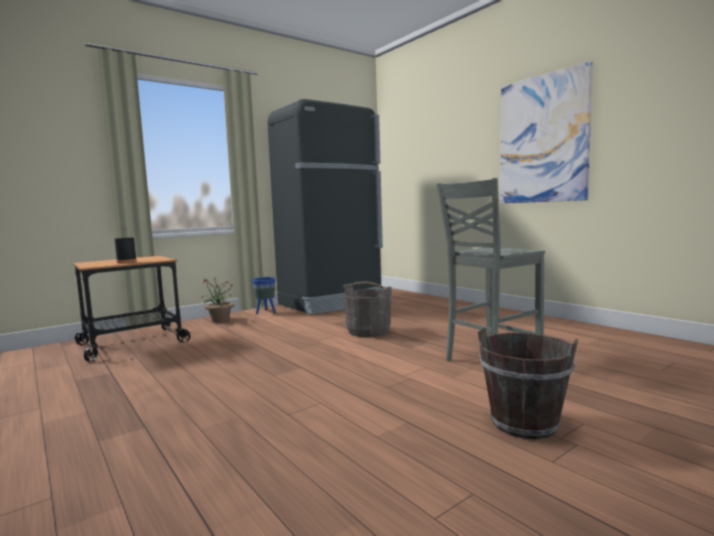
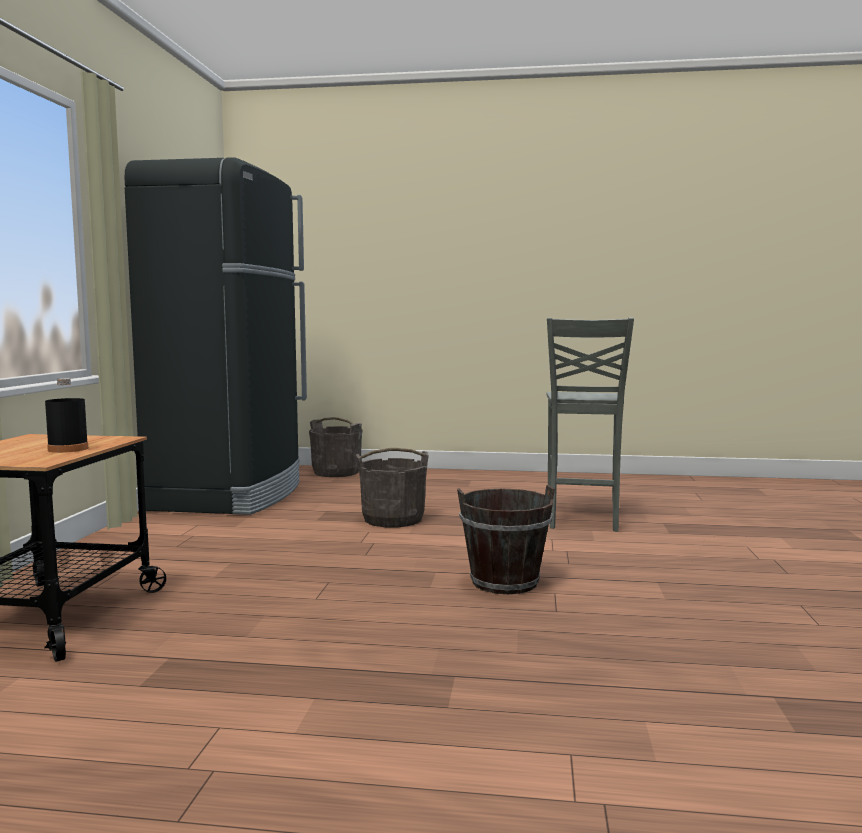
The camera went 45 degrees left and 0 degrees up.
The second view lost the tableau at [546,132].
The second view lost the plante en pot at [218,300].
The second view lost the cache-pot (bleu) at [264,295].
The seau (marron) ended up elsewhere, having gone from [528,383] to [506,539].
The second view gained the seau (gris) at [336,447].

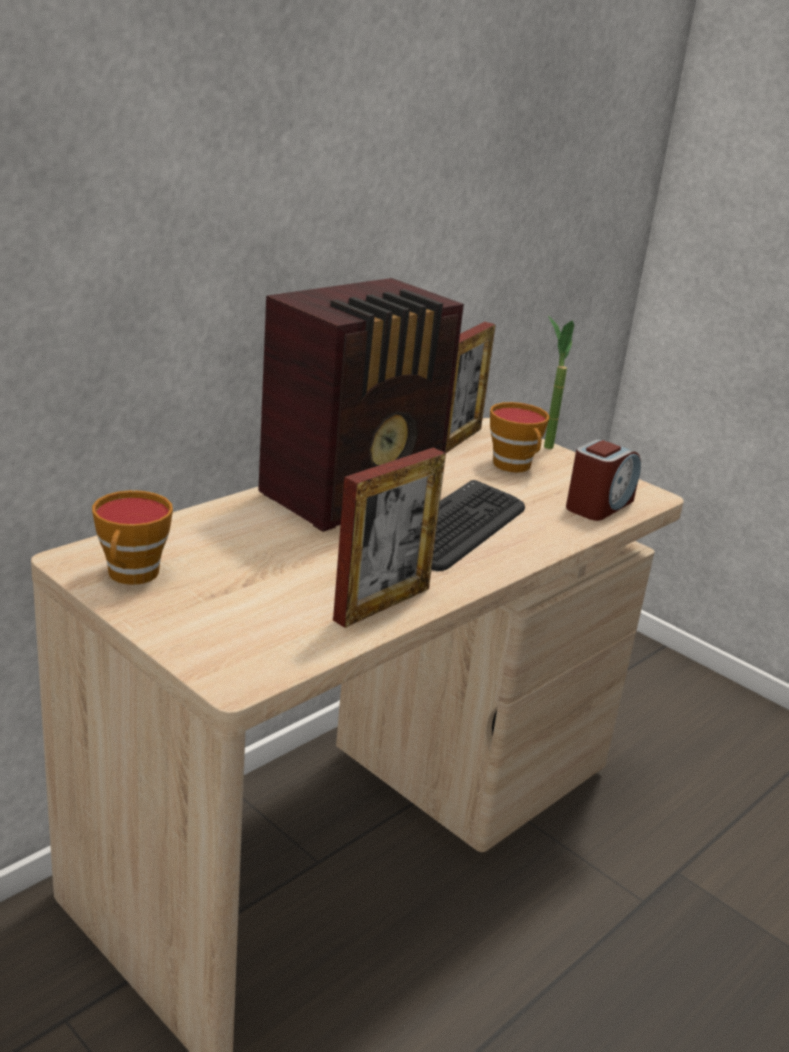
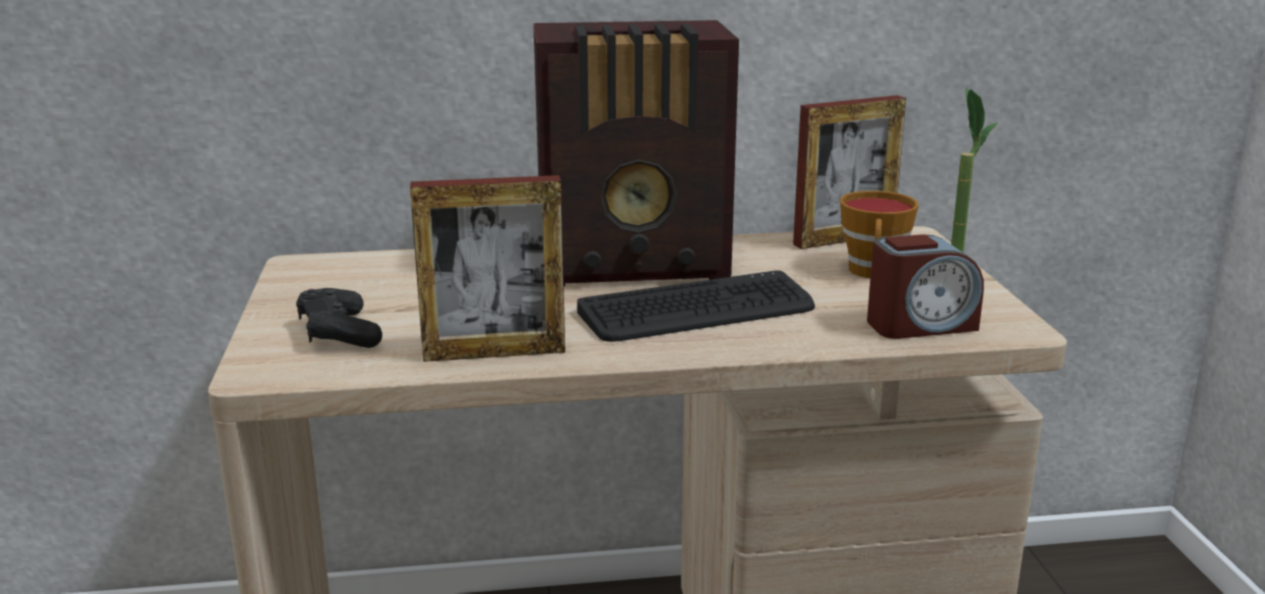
The camera went 40 degrees right and 5 degrees down.
The second view lost the tasse at [132,537].
The second view gained the manette (noir) at [339,318].

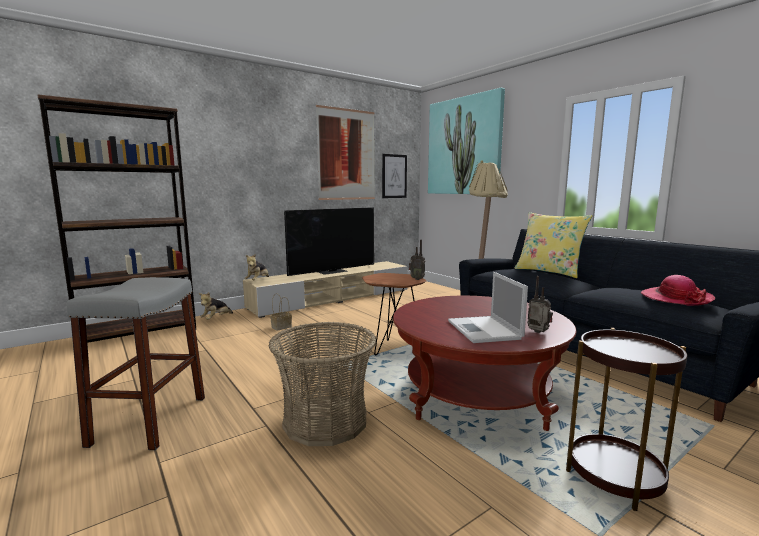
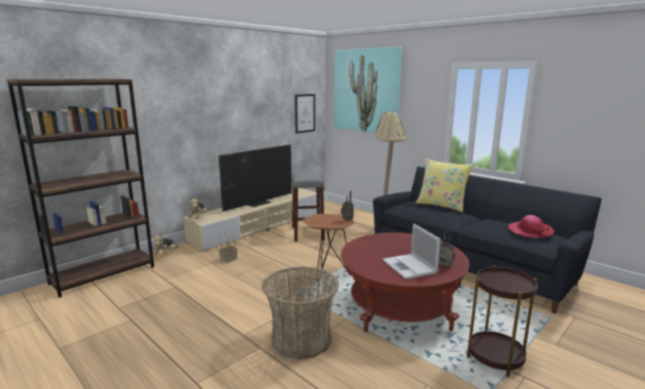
The camera went 10 degrees left and 5 degrees up.
The second view lost the tableau at [345,152].
The tabouret (gris) ended up elsewhere, having gone from [136,363] to [308,206].

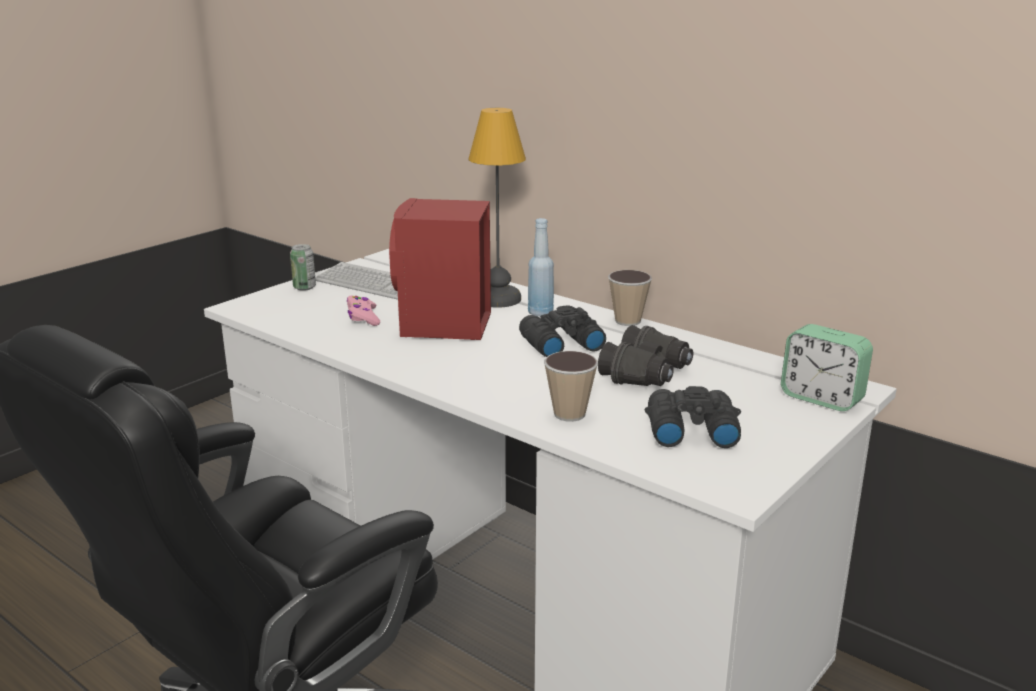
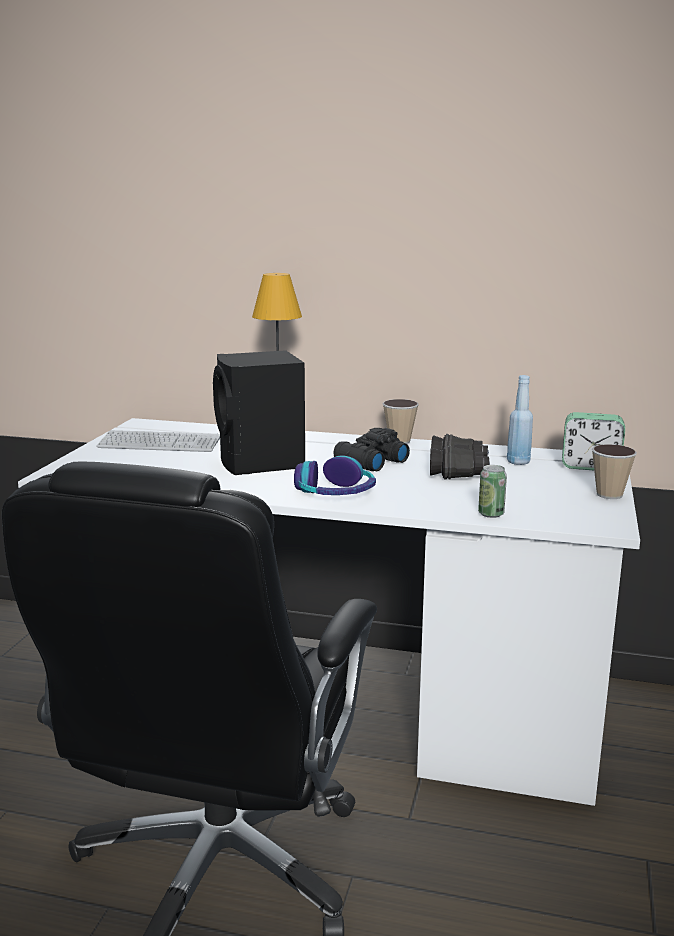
The camera went 25 degrees left and 5 degrees down.
What was the enceinte (rouge) at [440,269] turned into the enceinte (noir) at [259,412].
The bouteille (bleu) ended up elsewhere, having gone from [541,267] to [520,420].
The boîte métallique ended up elsewhere, having gone from [303,267] to [492,491].
The second view lost the manette (rose) at [363,311].
The tasse ended up elsewhere, having gone from [571,386] to [614,471].
The second view lost the jumelles (noir) at [693,417].
The second view gained the casque audio at [335,475].

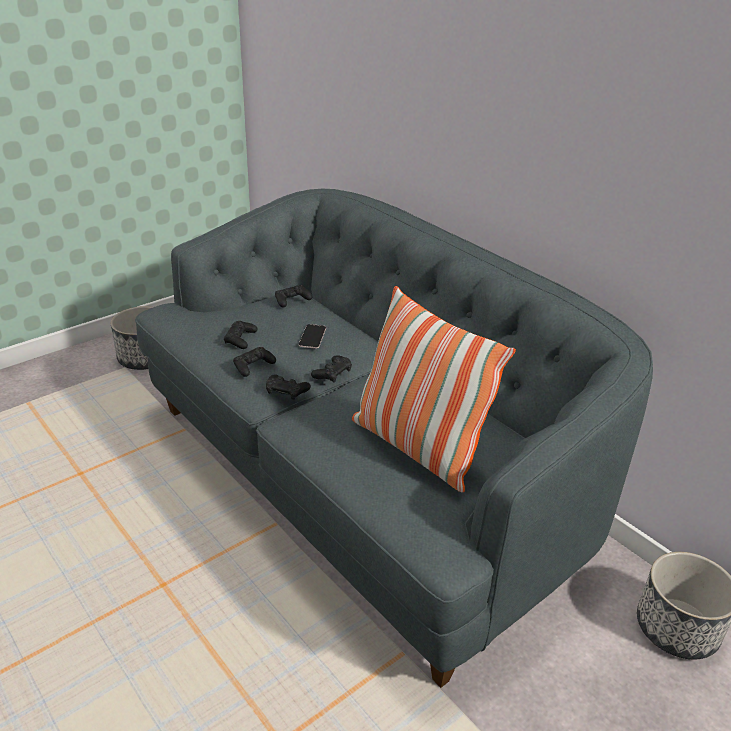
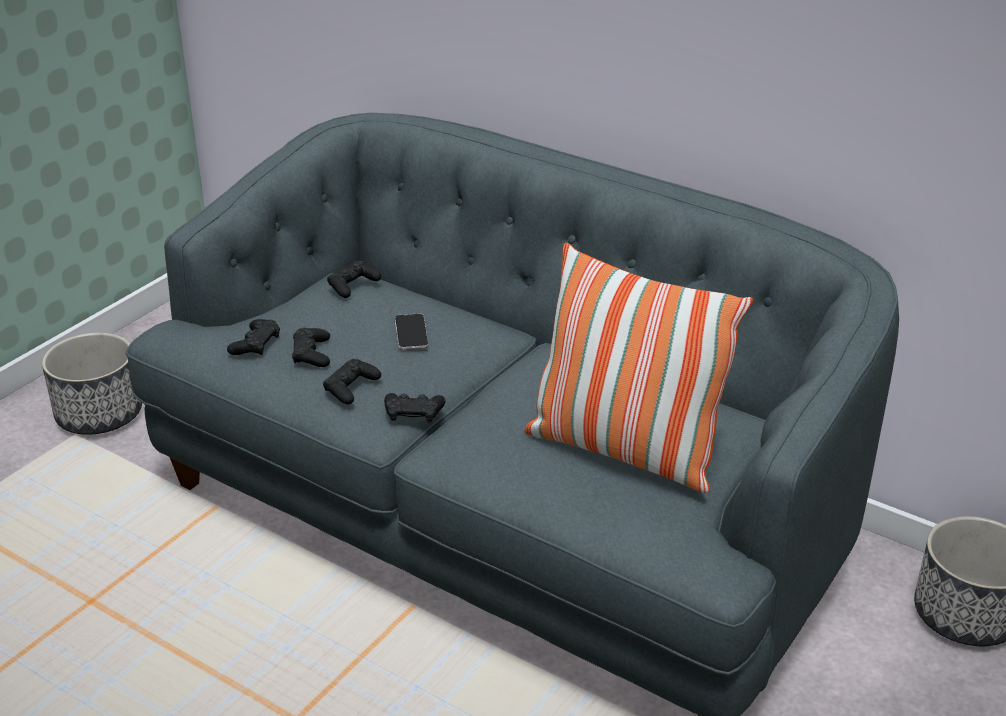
The camera went 15 degrees left and 0 degrees up.
The manette (noir) ended up elsewhere, having gone from [331,369] to [253,337].

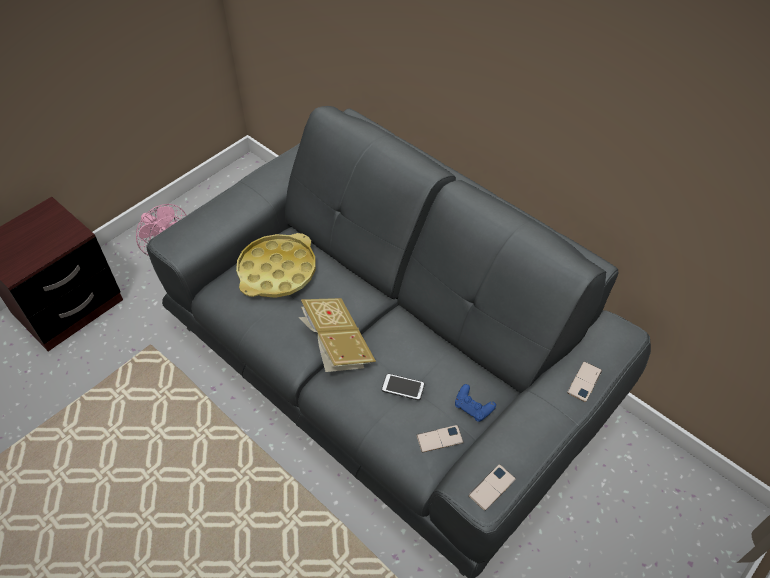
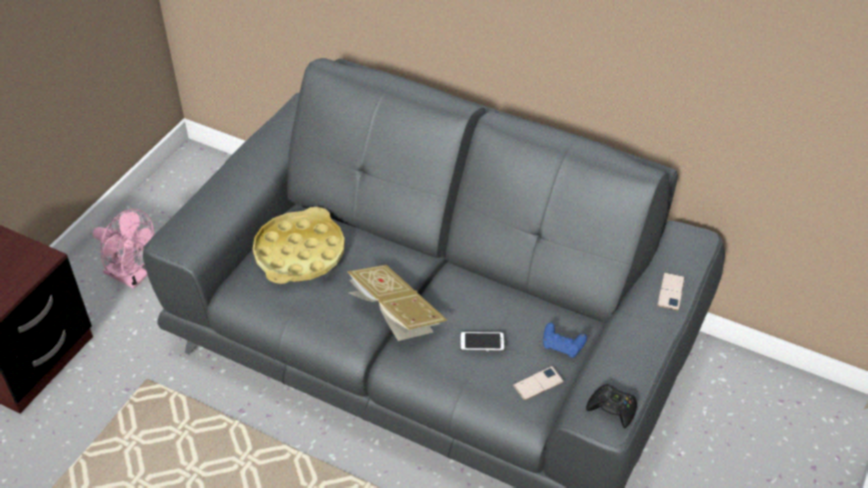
The camera went 15 degrees left and 5 degrees down.
Where the téléphone stood at [492,487], the manette (noir) came to stand at [611,406].

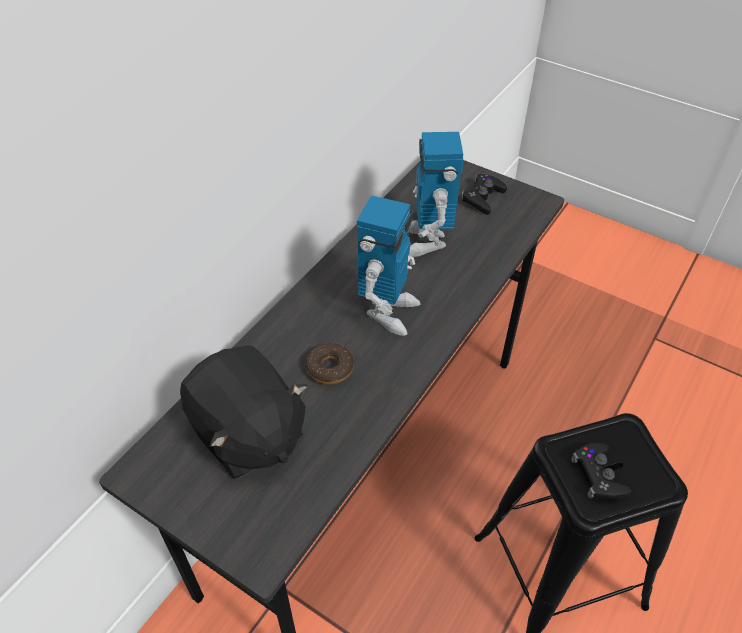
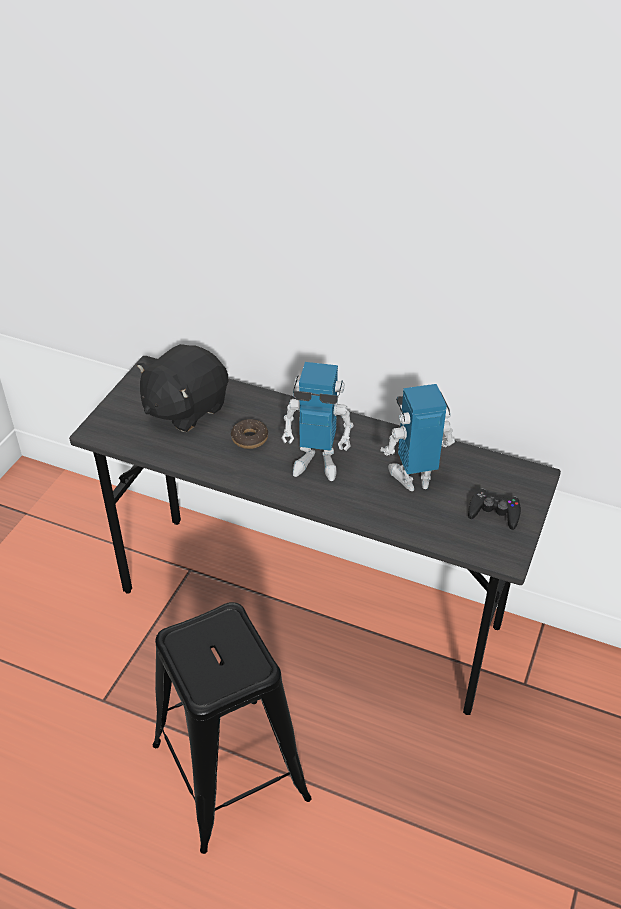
The camera went 80 degrees right and 5 degrees down.
The second view lost the manette (noir) at [601,470].

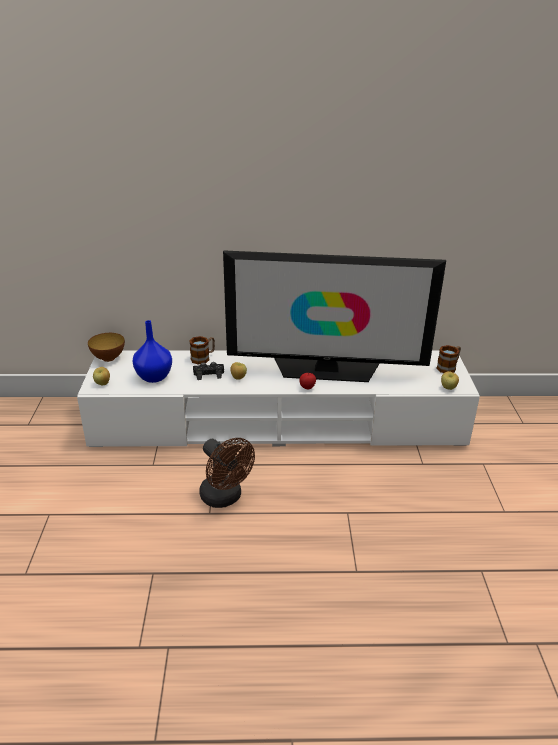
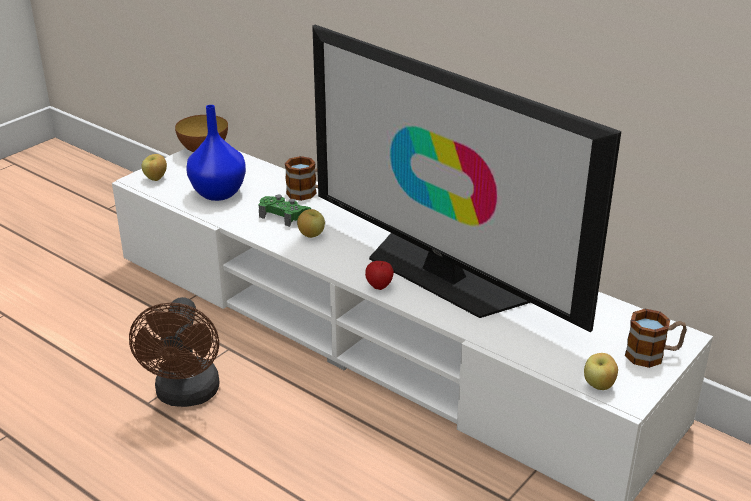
The camera went 40 degrees right and 0 degrees up.
What was the manette (noir) at [208,371] turned into the manette (vert) at [284,211].

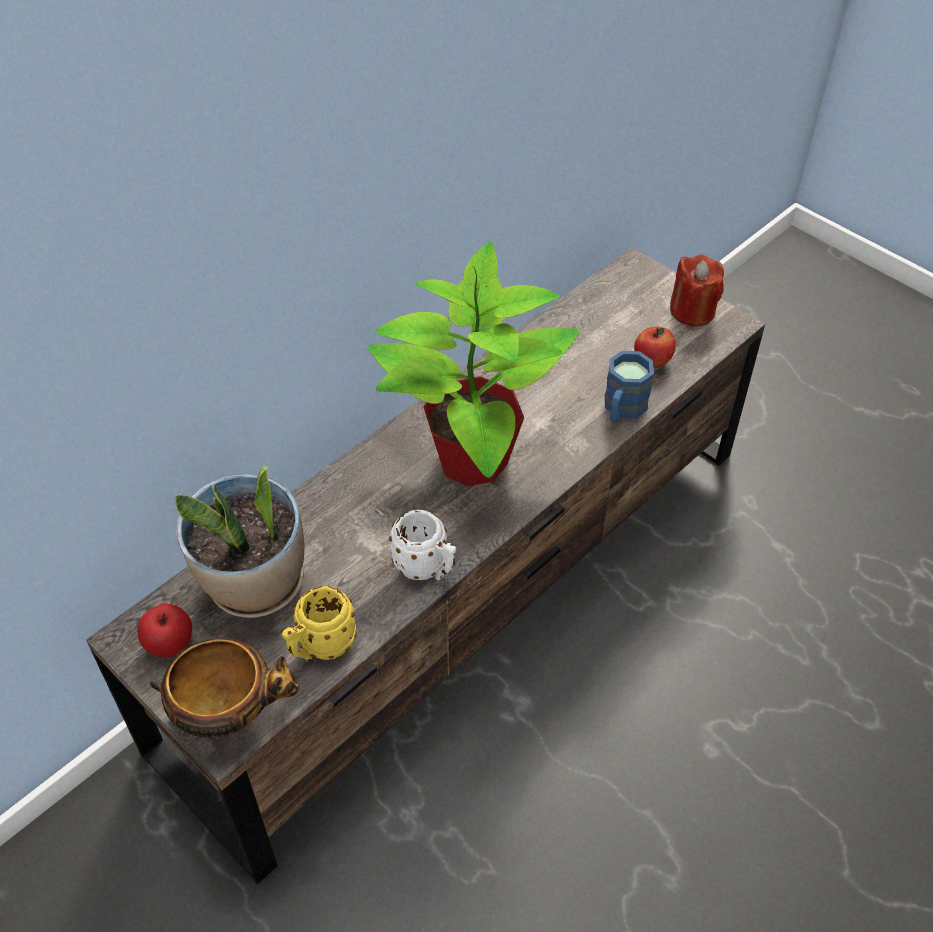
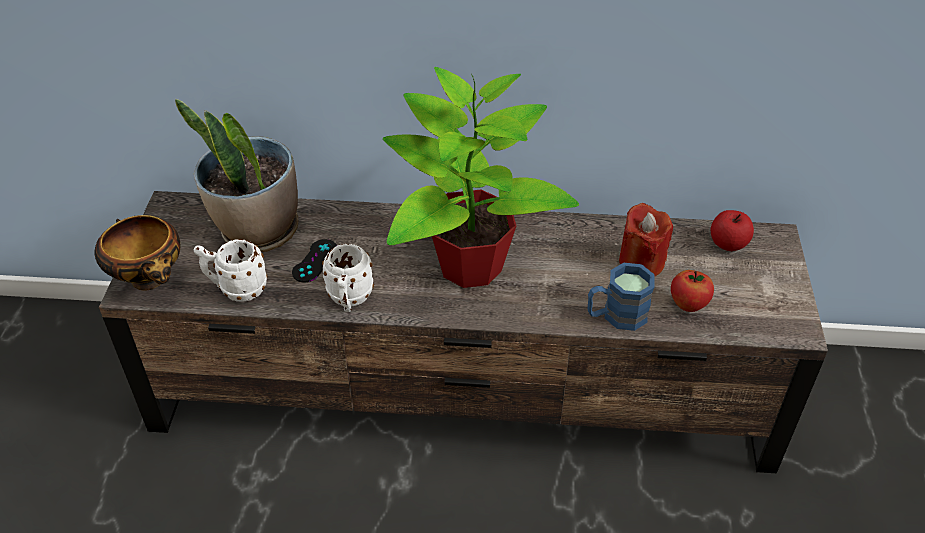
The camera went 50 degrees right and 5 degrees down.
The bougie (rouge) ended up elsewhere, having gone from [697,290] to [646,240].
What was the mug (jaune) at [319,624] turned into the mug (blanc) at [230,270].
The pomme ended up elsewhere, having gone from [165,630] to [732,230].
The second view gained the manette (noir) at [314,260].

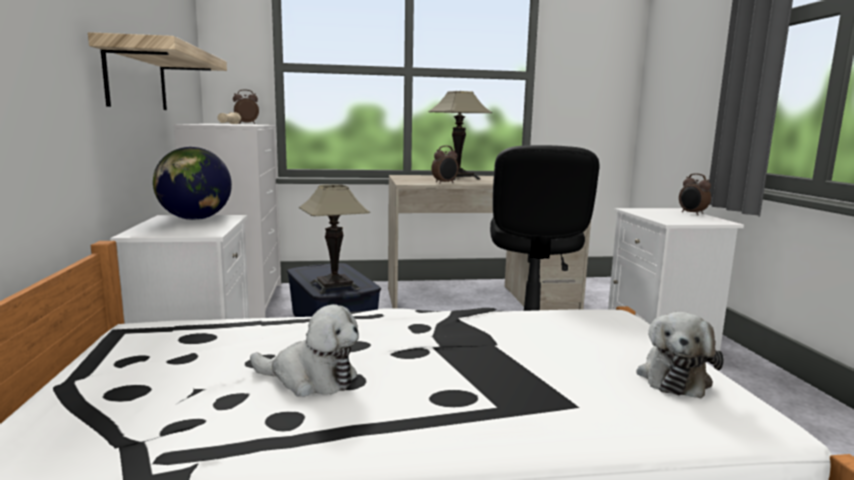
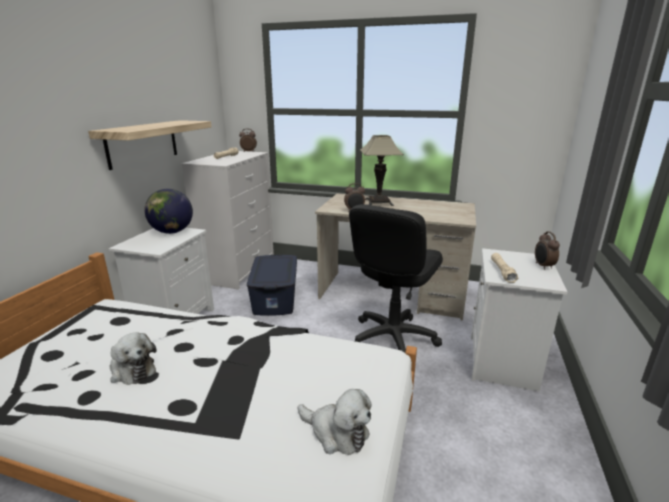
The camera went 25 degrees right and 10 degrees up.
The second view lost the lampe de table at [334,239].
The peluche at [680,355] ended up facing another way, 105 degrees counterclockwise from before.
The second view gained the lampe de poche (beige) at [504,268].

